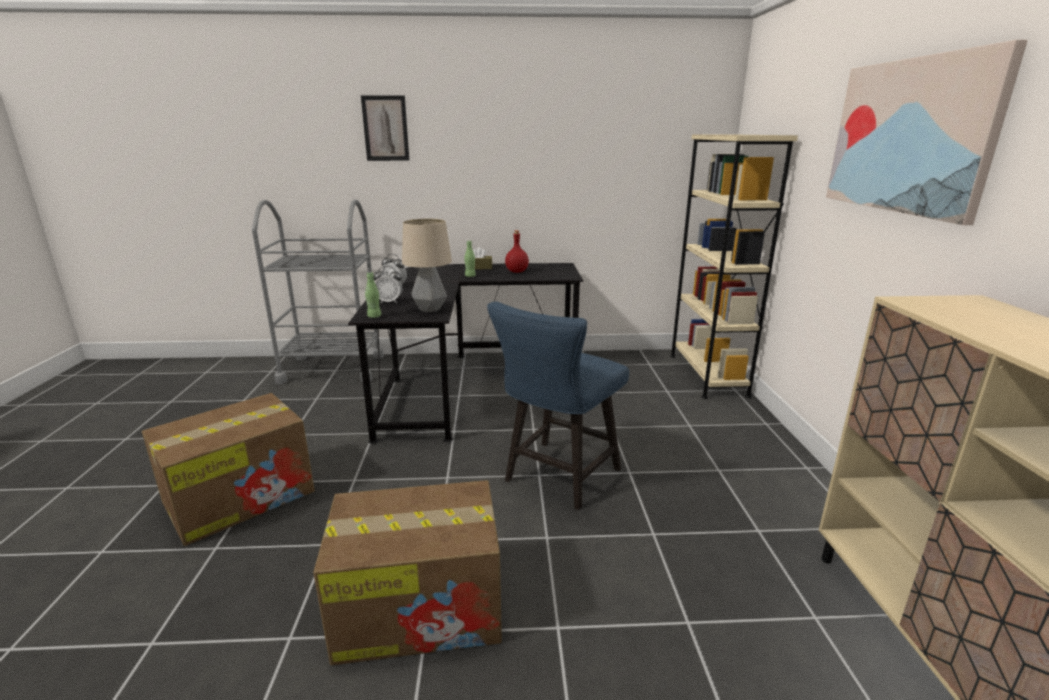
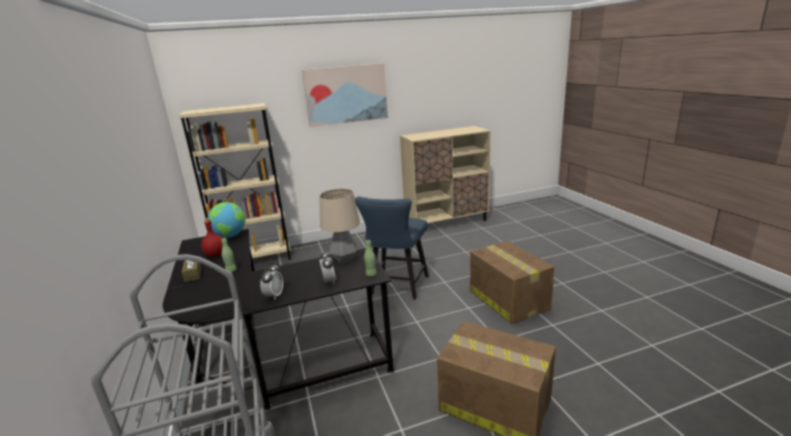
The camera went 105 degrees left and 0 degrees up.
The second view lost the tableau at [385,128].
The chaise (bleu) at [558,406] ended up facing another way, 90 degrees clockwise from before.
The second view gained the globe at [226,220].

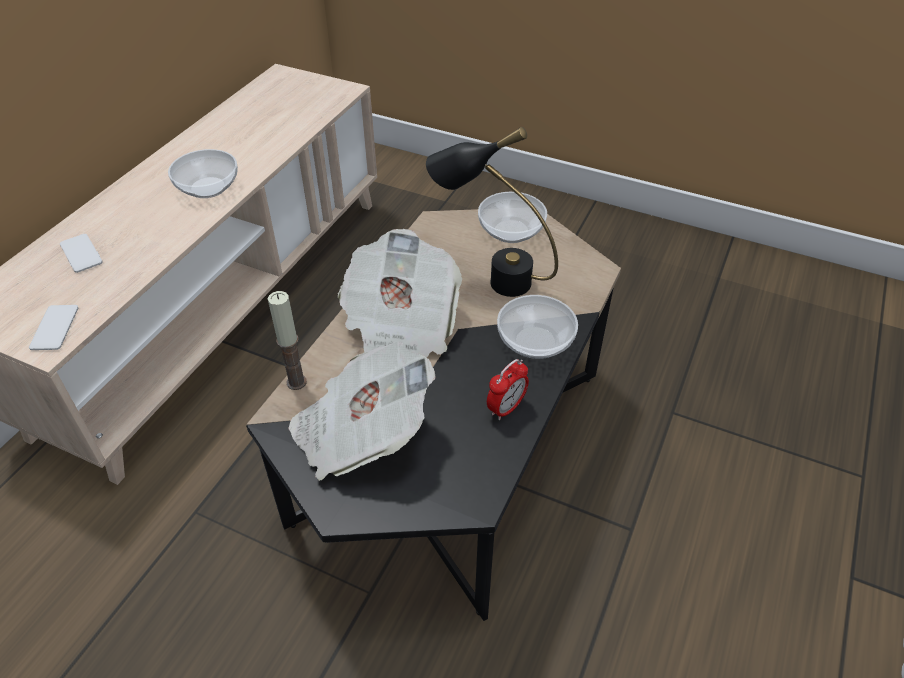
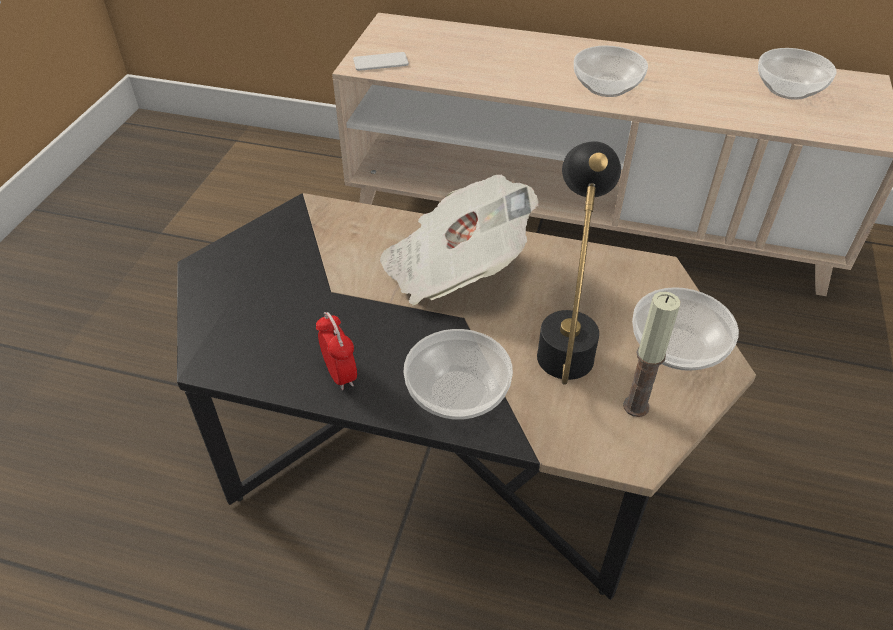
The camera went 80 degrees right and 0 degrees up.
The second view lost the téléphone at [81,253].
The bougie ended up elsewhere, having gone from [287,340] to [652,354].
The second view lost the journal at [361,411].
The réveil at [508,389] ended up facing another way, 150 degrees counterclockwise from before.
The second view gained the bol at [797,74].

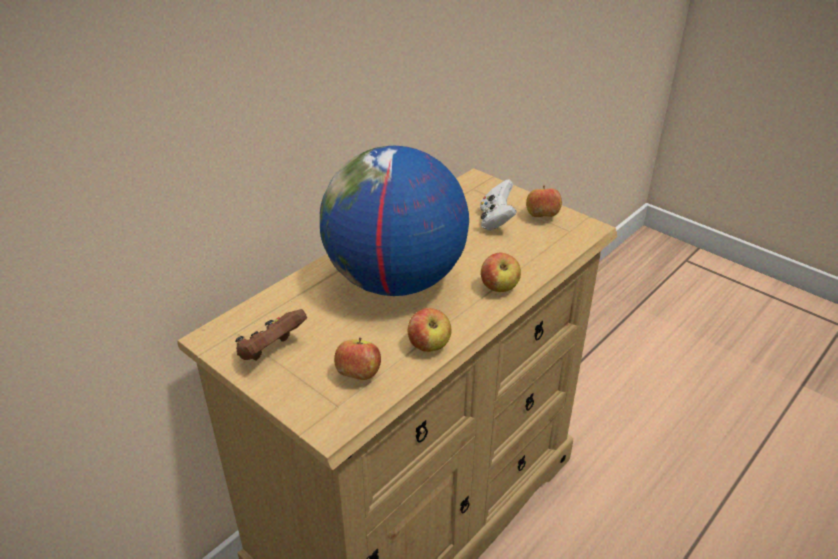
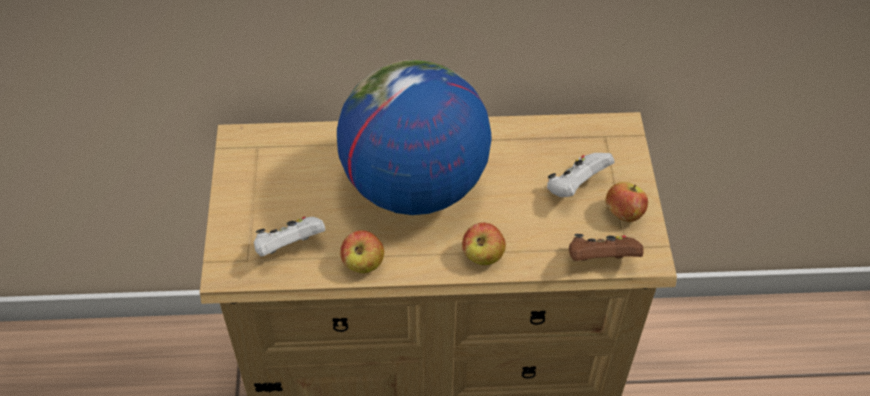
The camera went 45 degrees right and 15 degrees up.
The manette (marron) ended up elsewhere, having gone from [271,335] to [606,247].
Where the pomme stood at [357,358], the manette (blanc) came to stand at [289,236].

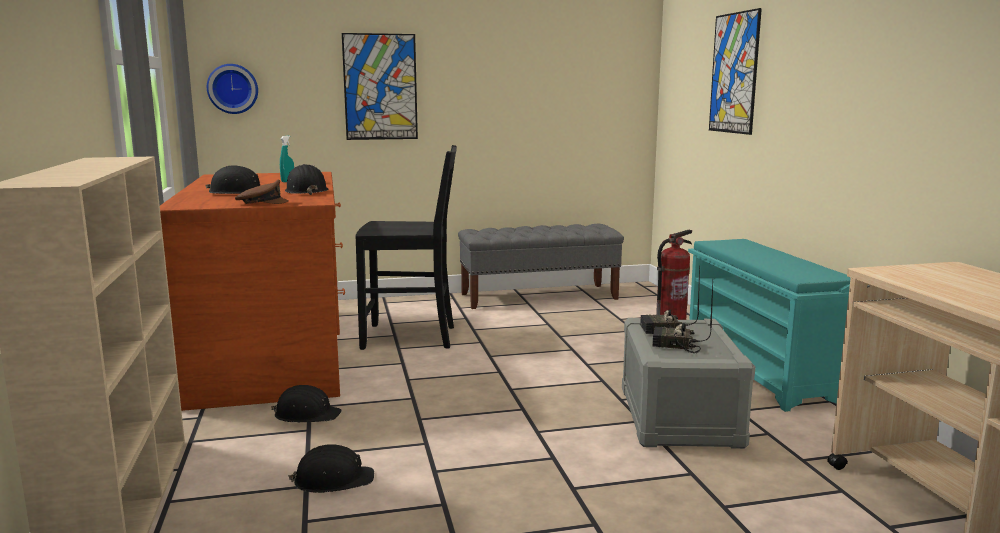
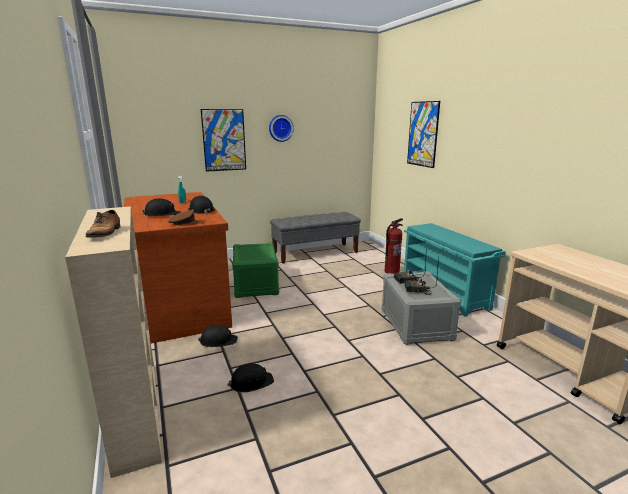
The camera went 10 degrees left and 5 degrees up.
The horloge murale ended up elsewhere, having gone from [232,89] to [281,128].
Where the chaise (noir) stood at [406,247], the boîte de rangement (vert) came to stand at [255,270].
The second view gained the chaussure at [103,224].

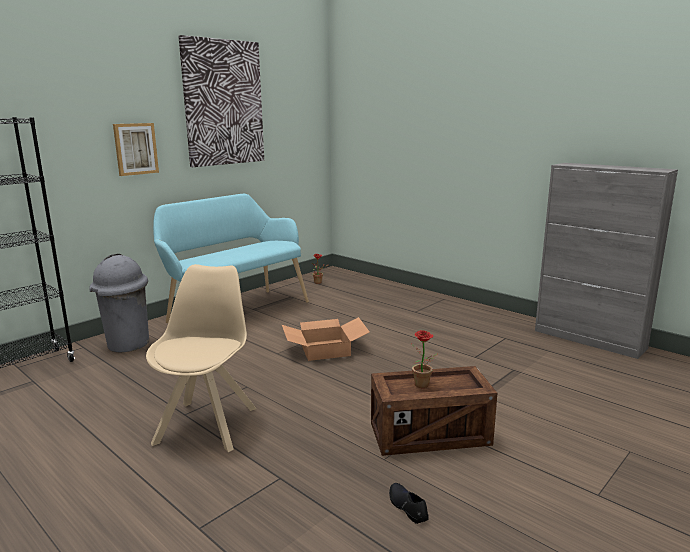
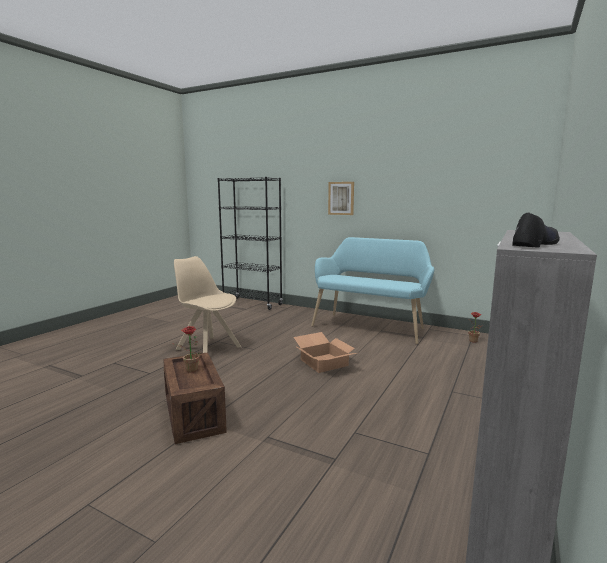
The camera went 75 degrees right and 5 degrees down.
The second view lost the tableau at [221,101].
The second view lost the poubelle (gris) at [119,303].
The chaise (beige) at [201,358] ended up facing another way, 135 degrees counterclockwise from before.
The chaussure (noir) ended up elsewhere, having gone from [409,503] to [536,230].

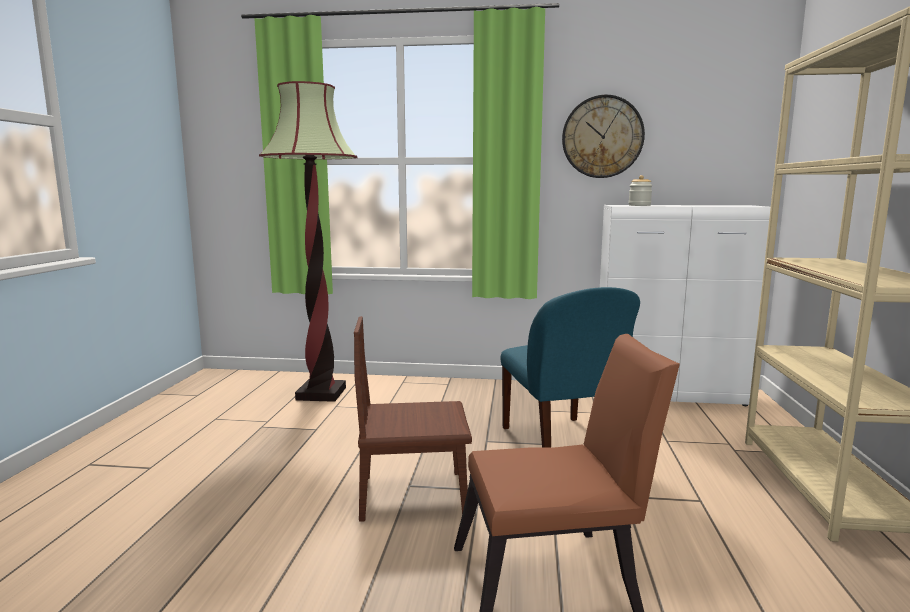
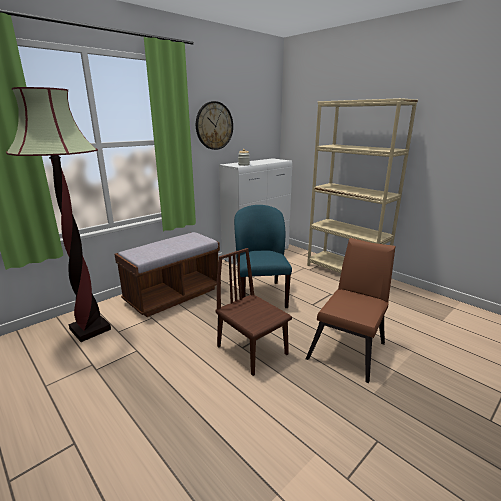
The camera went 50 degrees left and 10 degrees up.
The chaise (bleu) at [570,367] ended up facing another way, 120 degrees counterclockwise from before.
The chaise (marron) at [413,419] ended up facing another way, 105 degrees clockwise from before.
The second view gained the banc (marron) at [167,274].

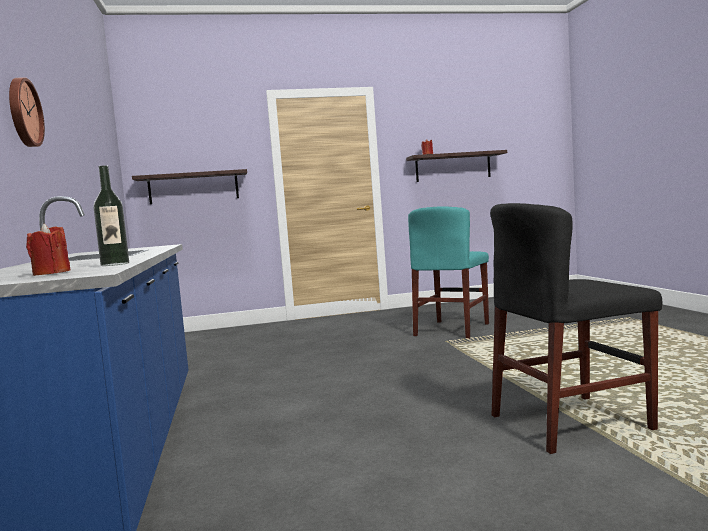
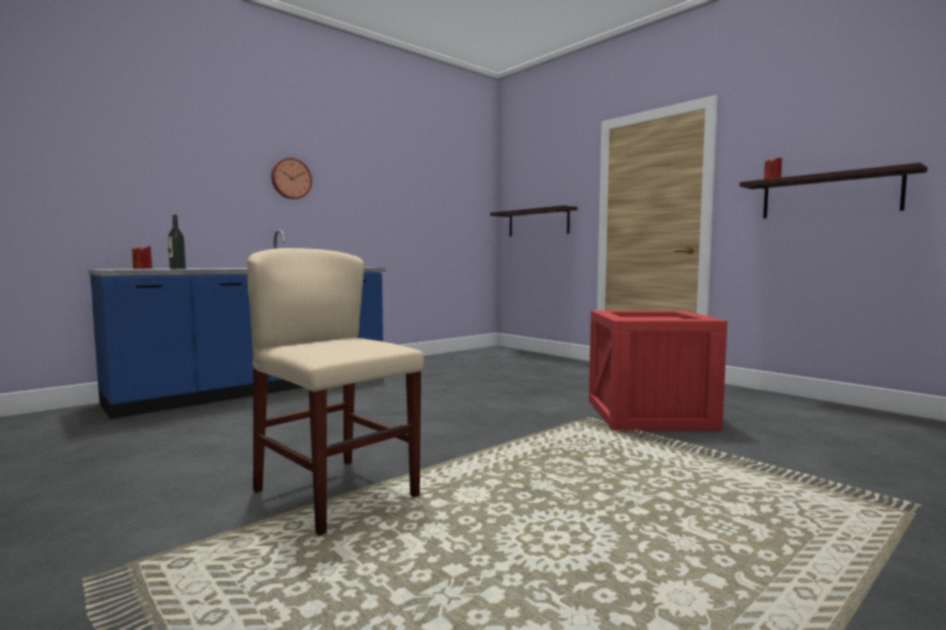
The camera went 60 degrees right and 0 degrees up.
What was the chaise (noir) at [576,328] turned into the chaise (beige) at [335,392].
Where the chaise (turquoise) stood at [448,272], the caisse came to stand at [658,370].

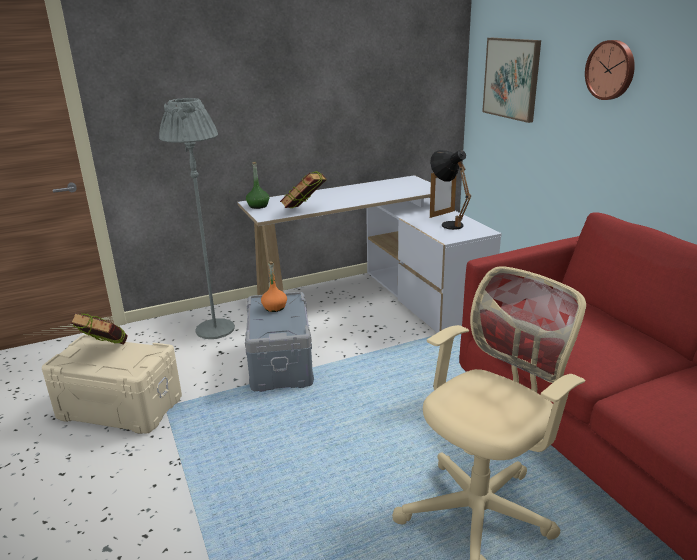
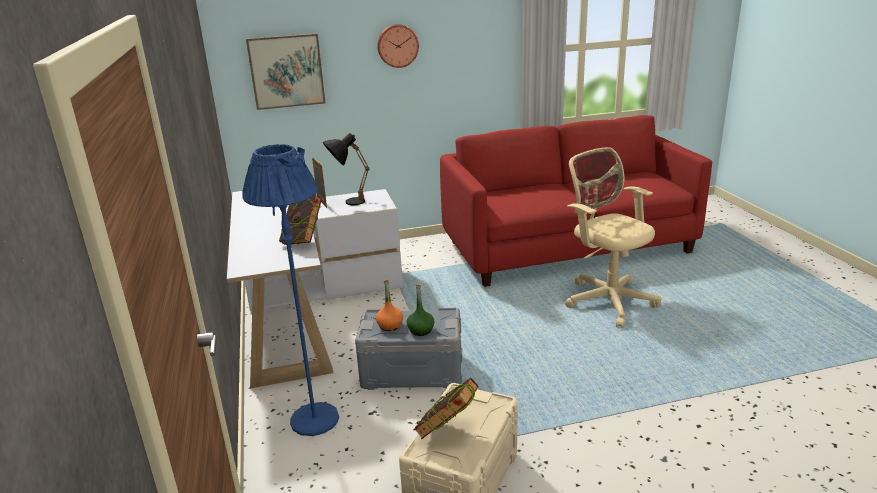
The camera went 80 degrees left and 0 degrees up.
What was the lampadaire (gris) at [197,218] turned into the lampadaire (bleu) at [290,290].
The bouteille (vert) ended up elsewhere, having gone from [257,185] to [421,309].

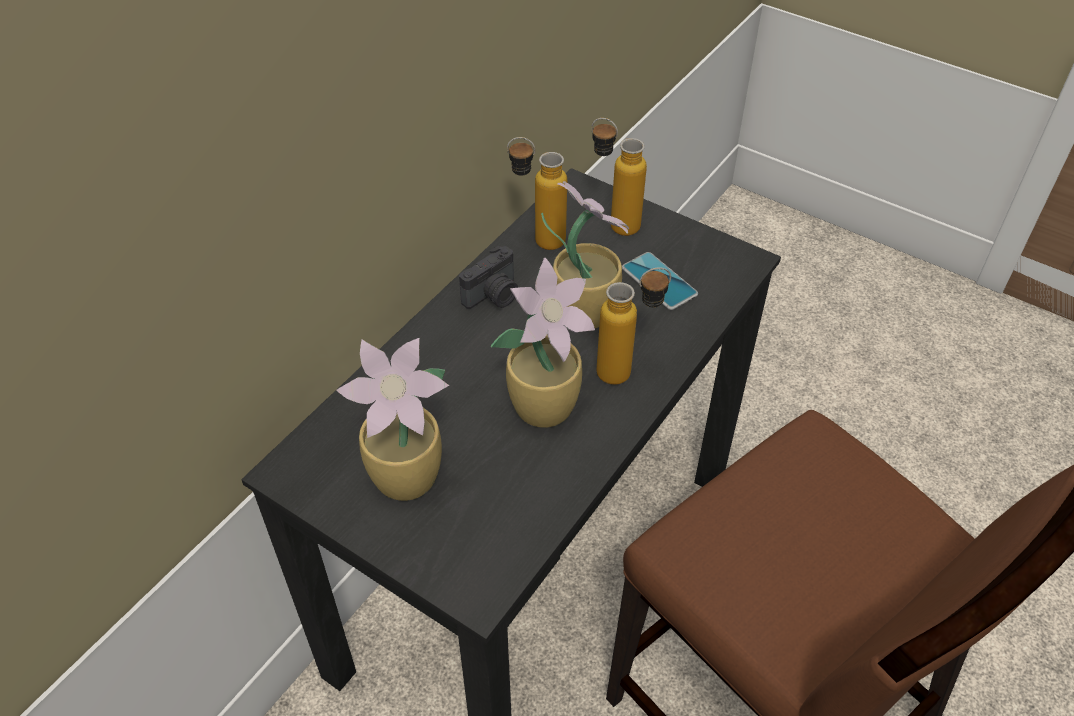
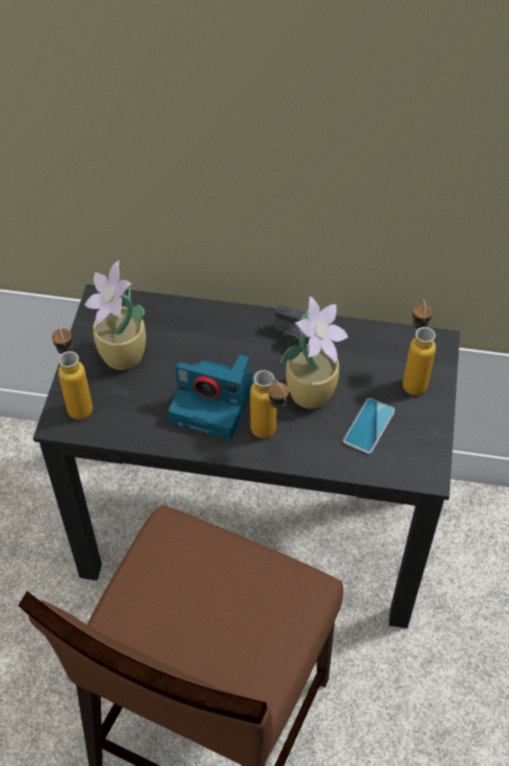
The camera went 65 degrees right and 5 degrees up.
The bouteille ended up elsewhere, having gone from [537,193] to [72,372].
Where the plante en pot stood at [542,343], the appareil photo came to stand at [211,397].

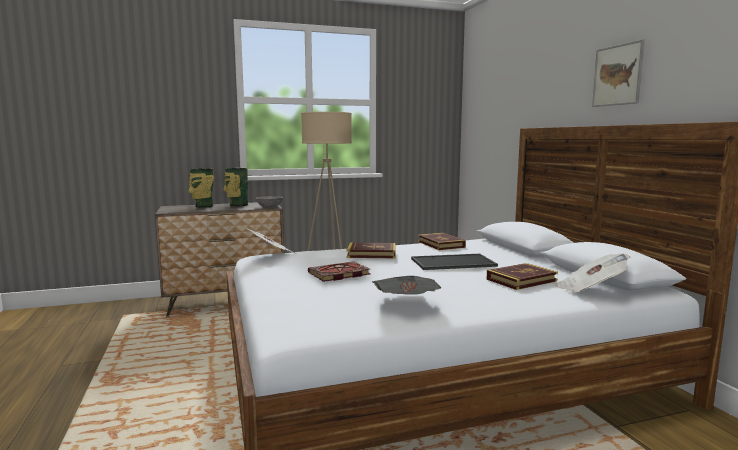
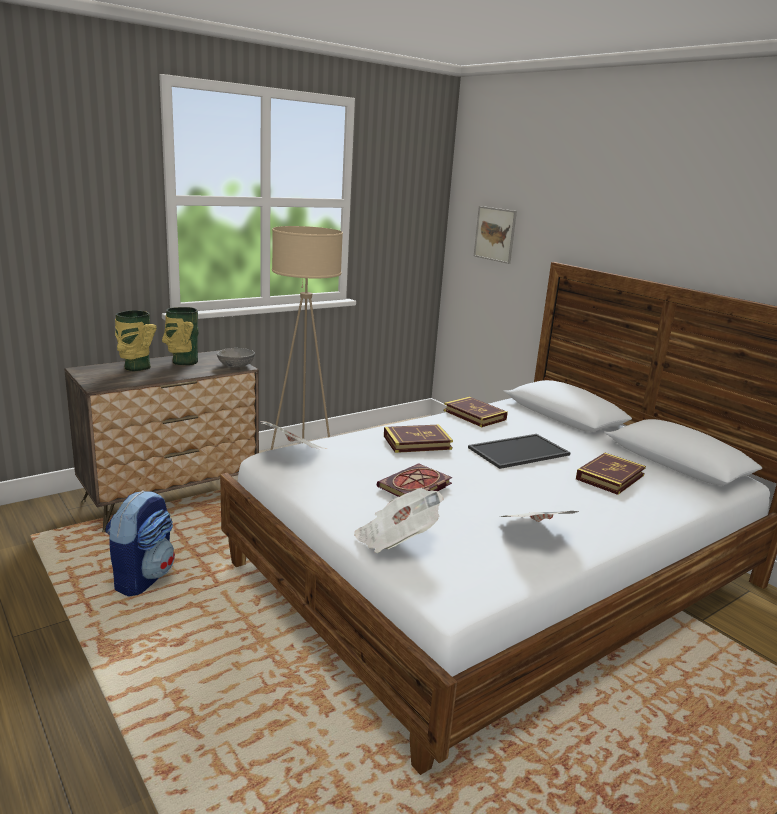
The camera went 20 degrees left and 10 degrees up.
The tableau ended up elsewhere, having gone from [618,73] to [495,235].
The journal ended up elsewhere, having gone from [592,273] to [399,520].
The second view gained the sac à dos at [140,544].

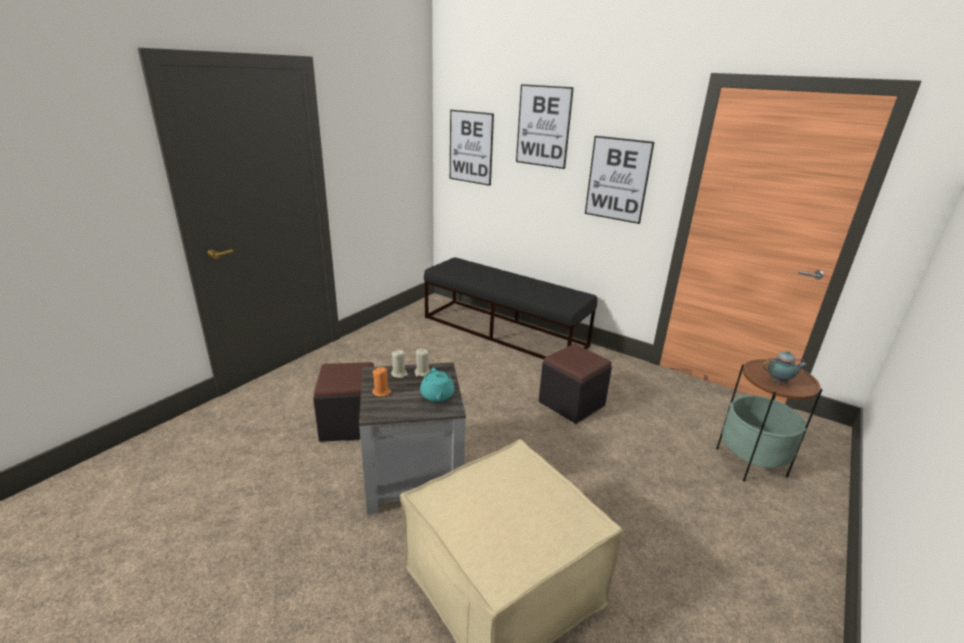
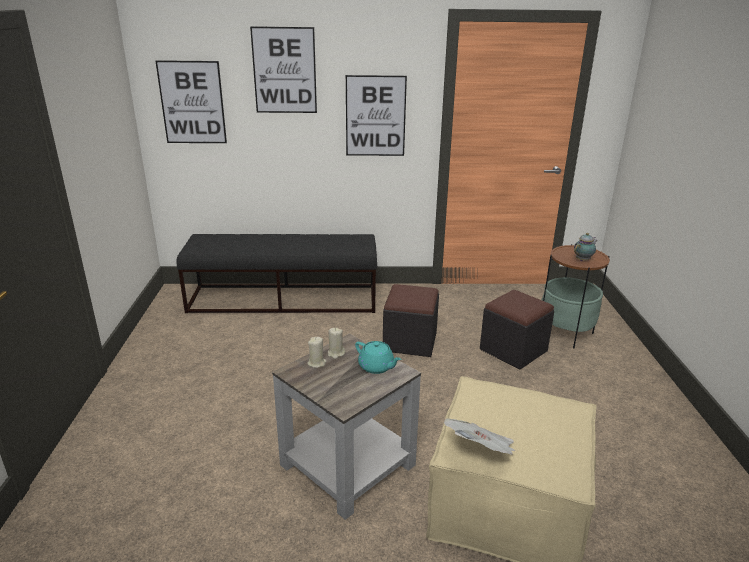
The camera went 35 degrees left and 0 degrees up.
The pouf (noir) ended up elsewhere, having gone from [343,402] to [517,329].
The second view lost the bougie (orange) at [381,382].
The second view gained the journal at [479,436].

